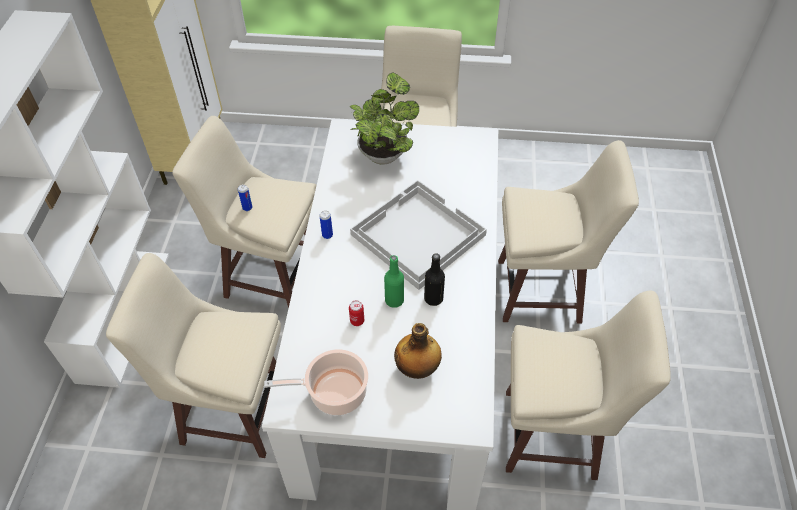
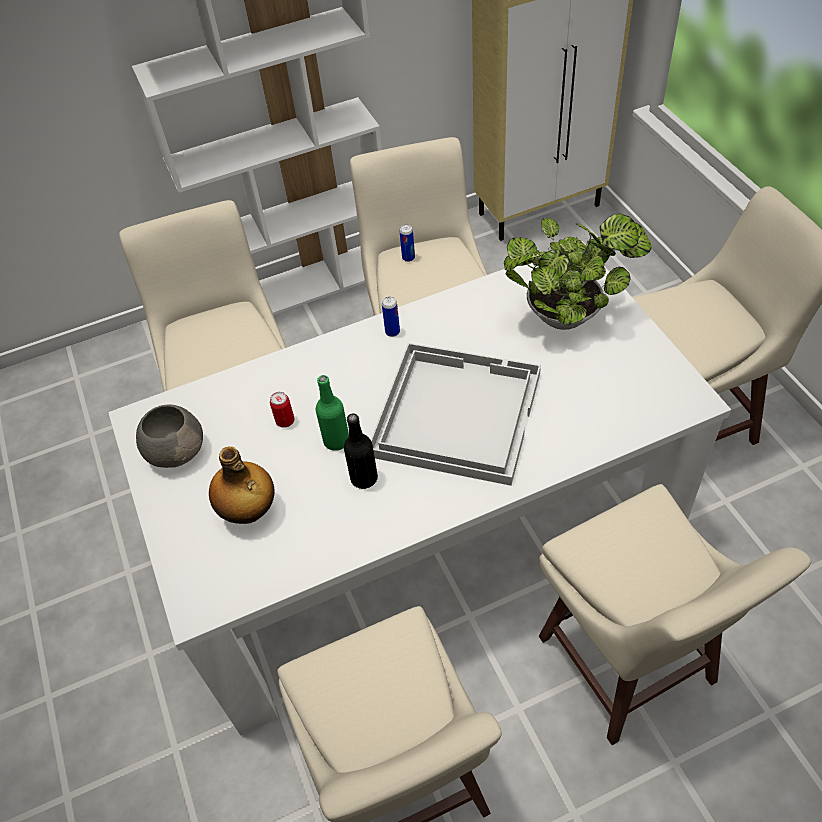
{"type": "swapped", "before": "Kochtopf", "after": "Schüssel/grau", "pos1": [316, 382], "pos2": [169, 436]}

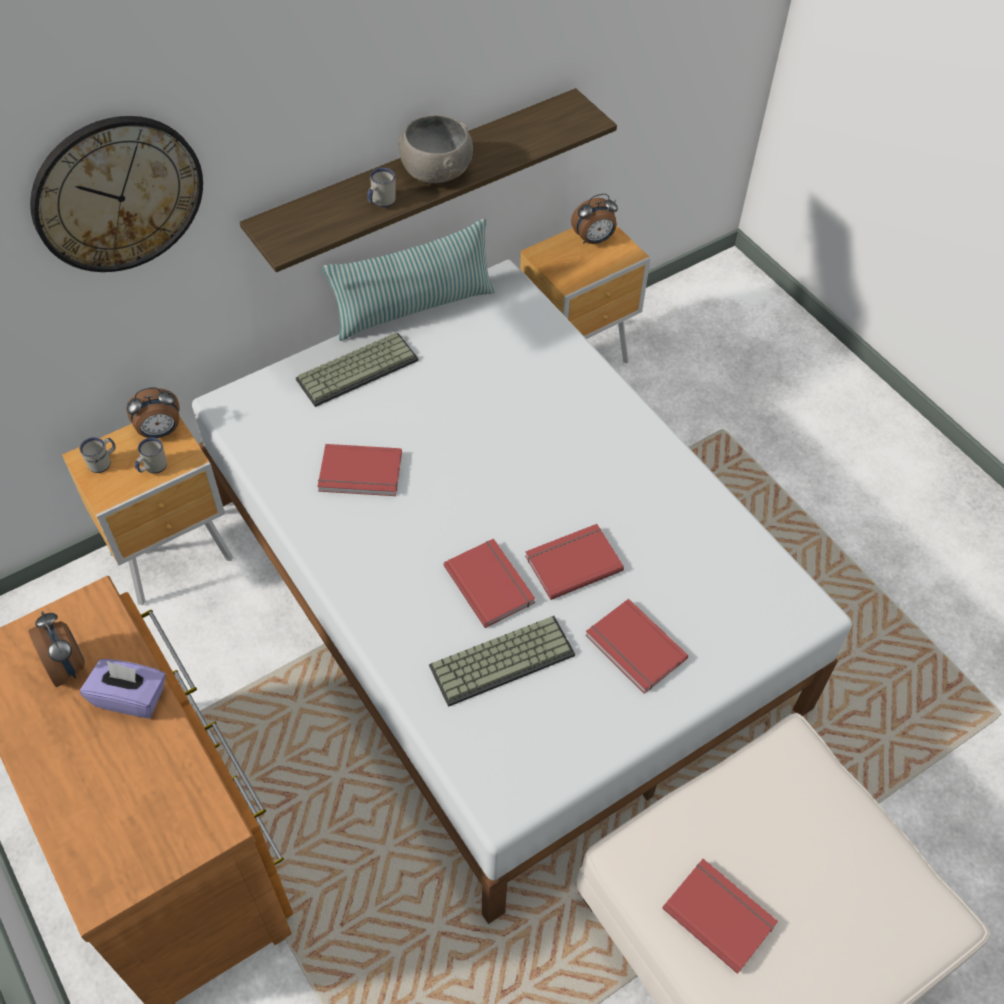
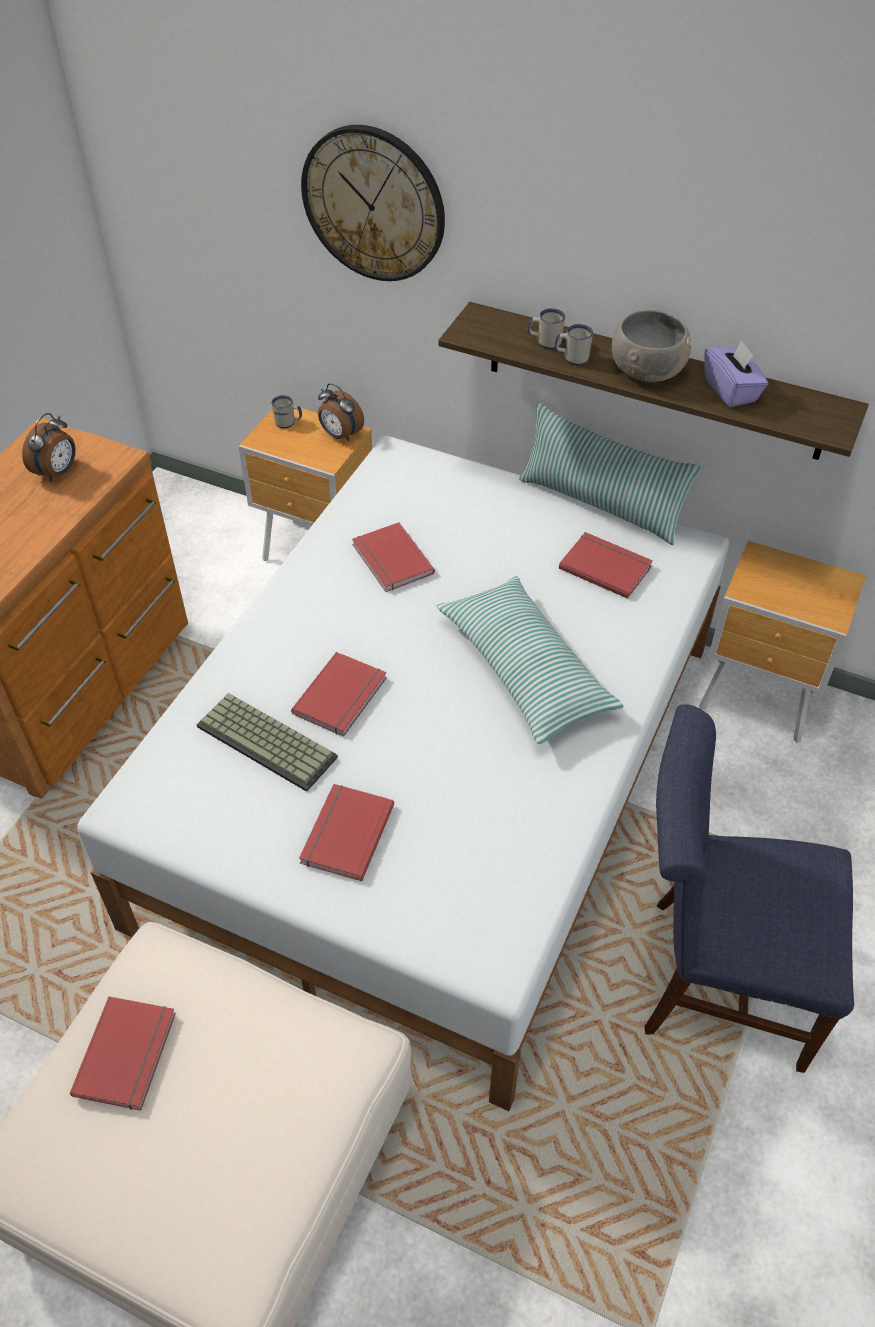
{"type": "gone", "before": "Wecker", "pos1": [594, 219]}
{"type": "gone", "before": "Tastatur", "pos1": [357, 370]}
{"type": "shifted", "before": "Henkelbecher/weiß", "pos1": [151, 455], "pos2": [546, 328]}
{"type": "shifted", "before": "Buch/rot", "pos1": [574, 562], "pos2": [606, 565]}
{"type": "shifted", "before": "Taschentuchbox/lila", "pos1": [123, 688], "pos2": [736, 373]}
{"type": "new", "after": "Kissen", "pos2": [530, 660]}
{"type": "new", "after": "Stuhl/blau", "pos2": [749, 888]}

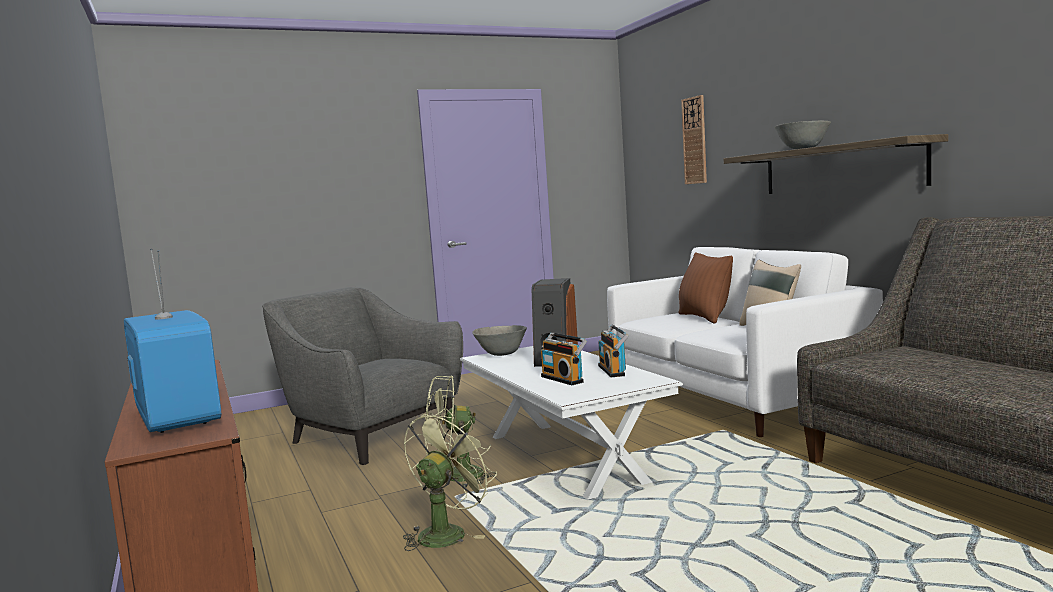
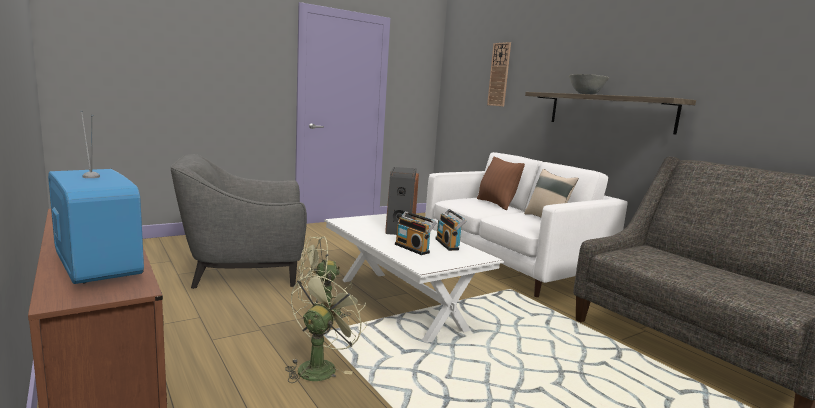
{"type": "rotated", "before": "Sessel/grau", "pos1": [362, 376], "pos2": [239, 221], "turn": -45}
{"type": "gone", "before": "Schüssel/grau", "pos1": [499, 340]}

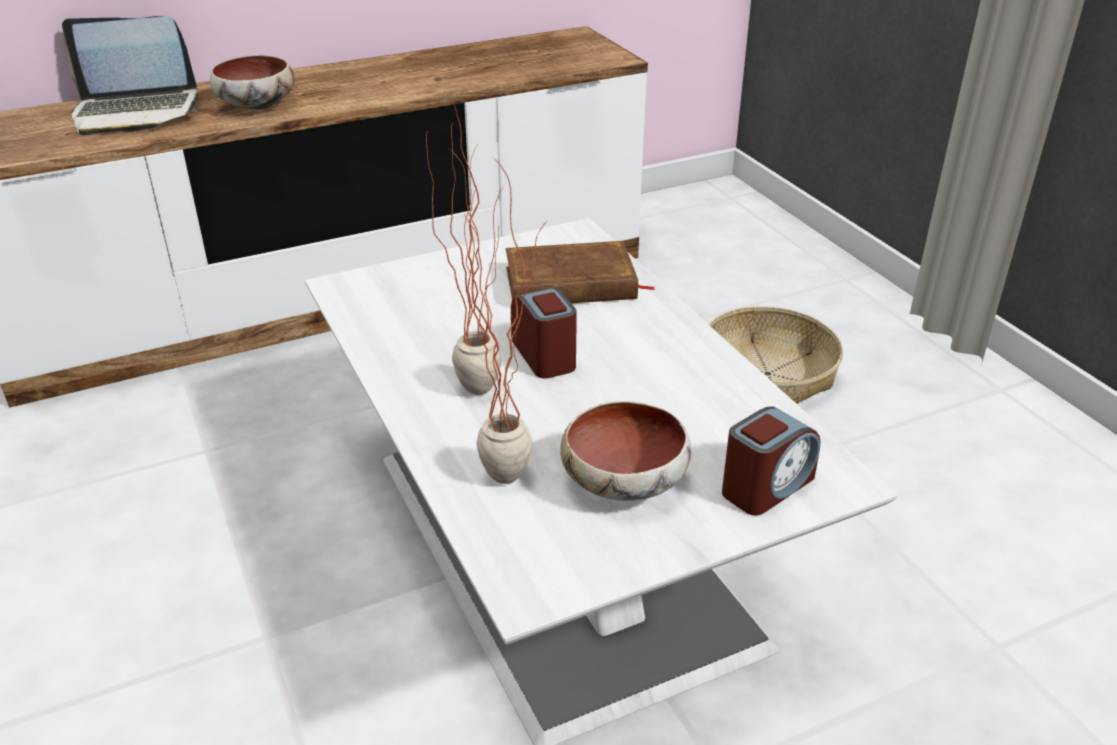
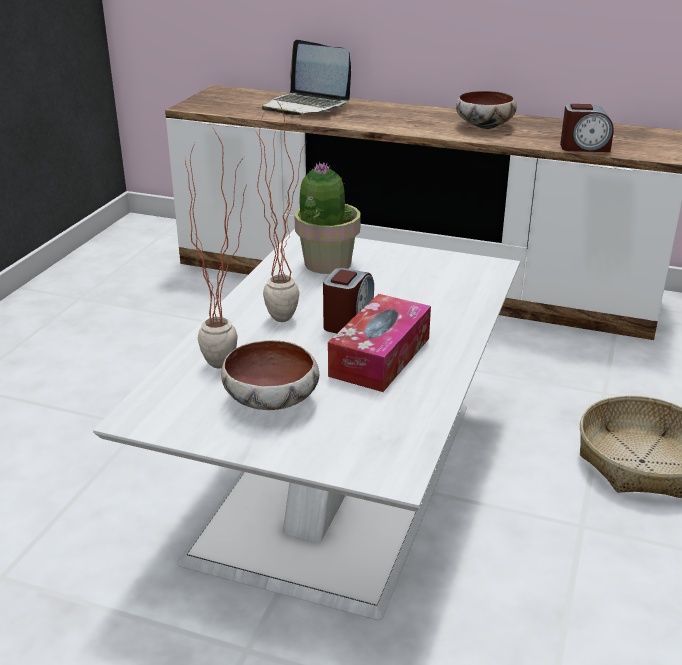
{"type": "shifted", "before": "Schüssel", "pos1": [252, 82], "pos2": [486, 110]}
{"type": "gone", "before": "Buch/braun", "pos1": [581, 272]}
{"type": "shifted", "before": "Wecker", "pos1": [771, 460], "pos2": [587, 128]}
{"type": "new", "after": "Topfpflanze", "pos2": [328, 217]}
{"type": "new", "after": "Taschentuchbox", "pos2": [379, 343]}

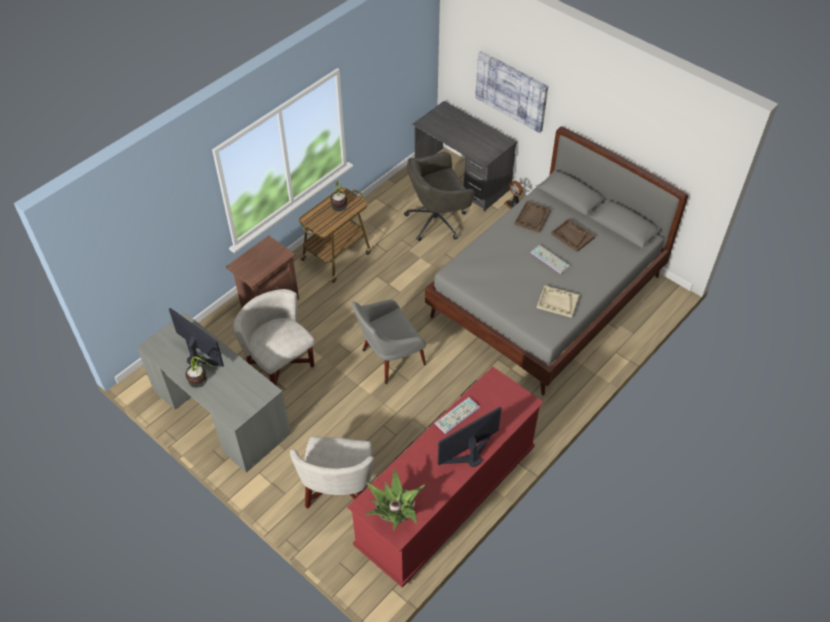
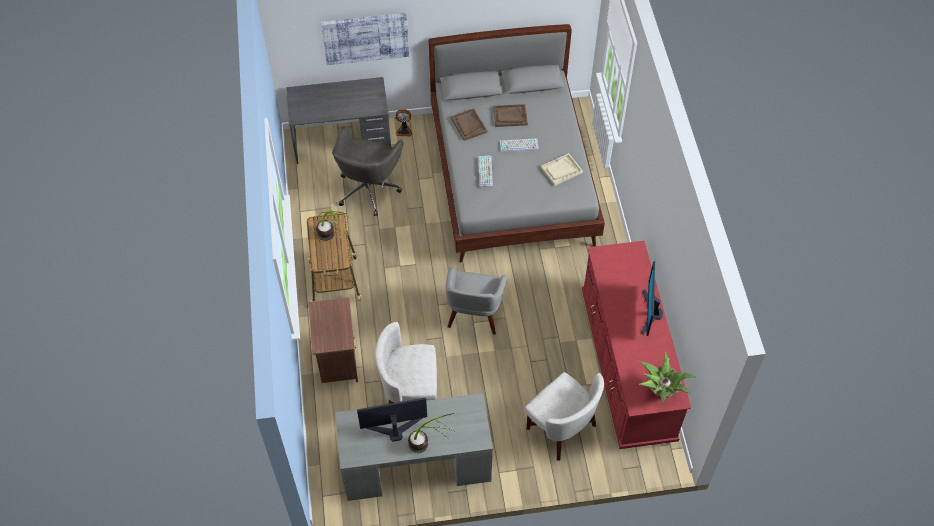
{"type": "shifted", "before": "Tastatur", "pos1": [457, 415], "pos2": [485, 171]}

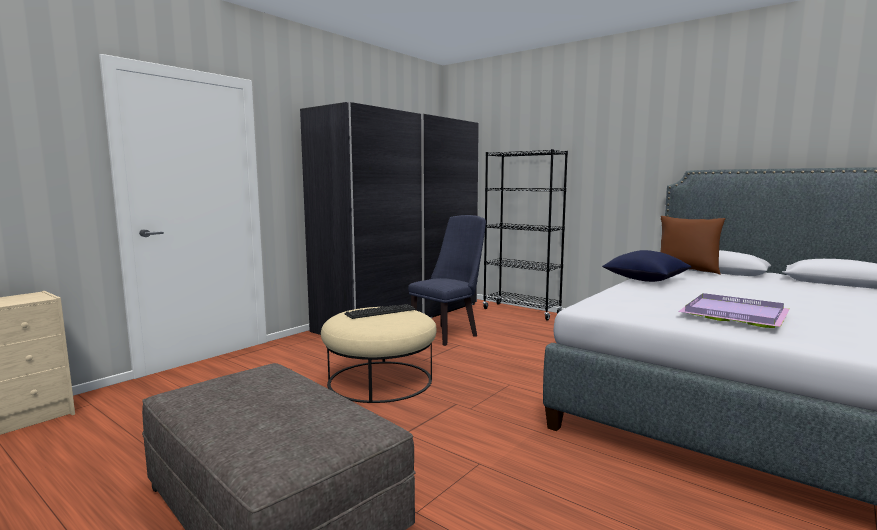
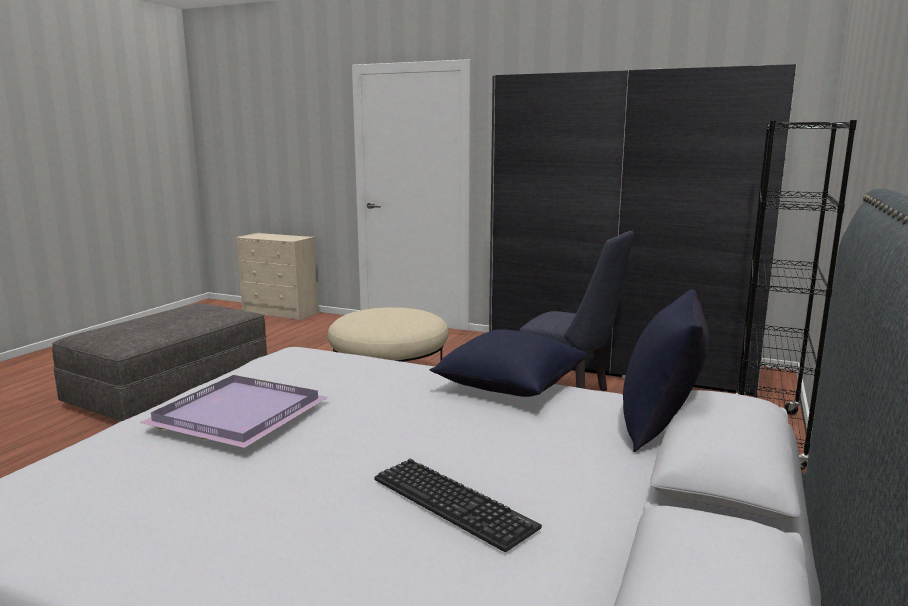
{"type": "repainted", "before": "Kissen/braun", "after": "Kissen/blau", "pos1": [693, 245], "pos2": [666, 370]}
{"type": "shifted", "before": "Tastatur", "pos1": [380, 311], "pos2": [458, 505]}

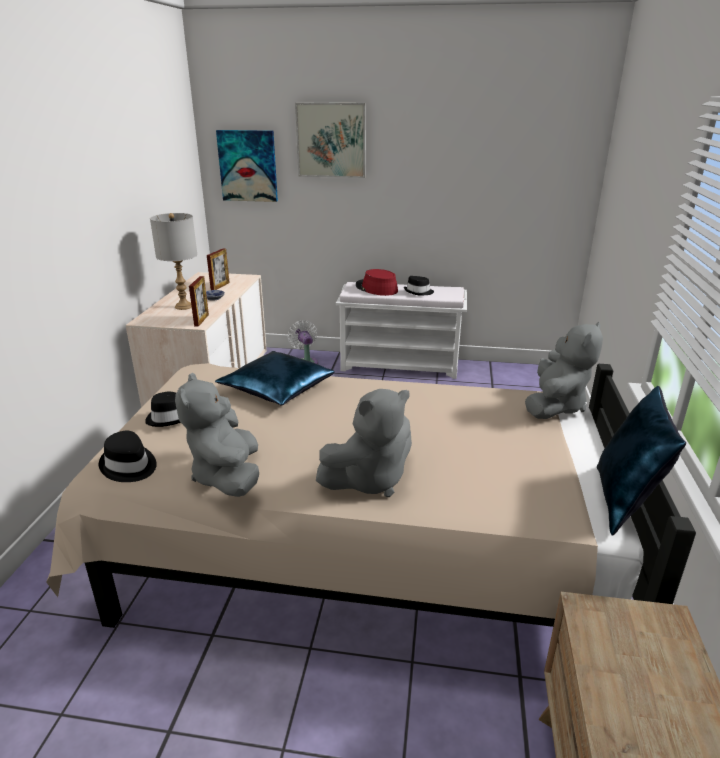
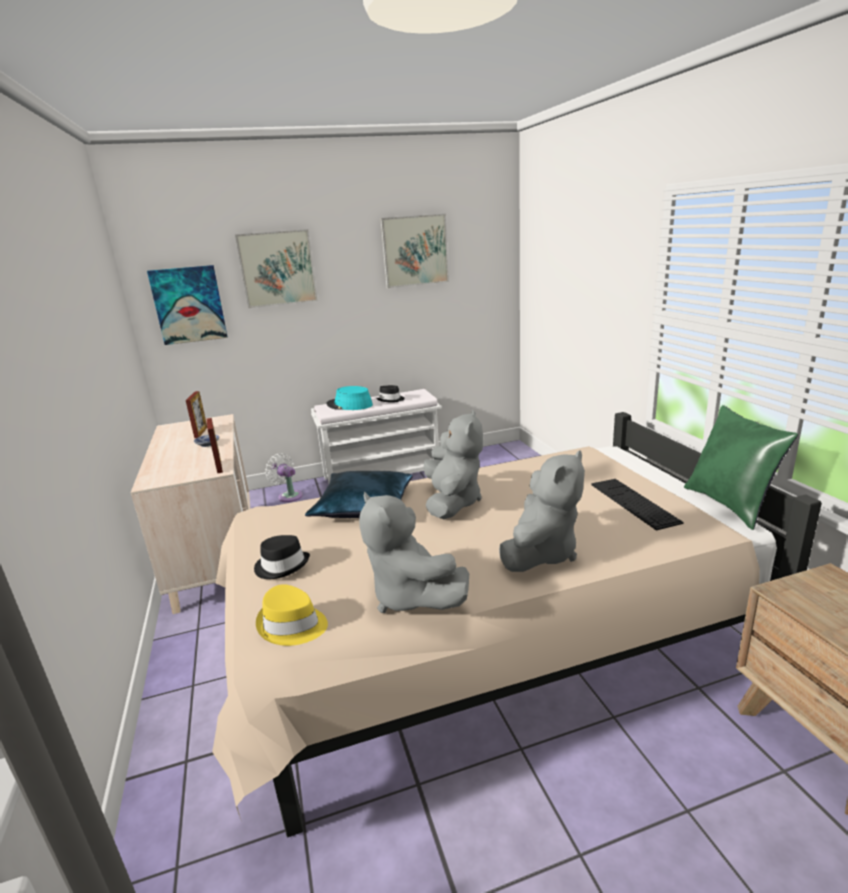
{"type": "gone", "before": "Tischlampe/grau", "pos1": [173, 261]}
{"type": "repainted", "before": "Hut/rot", "after": "Hut/türkis", "pos1": [377, 282], "pos2": [349, 398]}
{"type": "shifted", "before": "Plüschtier/grau", "pos1": [564, 370], "pos2": [453, 464]}
{"type": "repainted", "before": "Kissen/blau", "after": "Kissen/grün", "pos1": [641, 461], "pos2": [741, 467]}
{"type": "repainted", "before": "Hut/schwarz", "after": "Hut/gelb", "pos1": [128, 456], "pos2": [292, 615]}
{"type": "new", "after": "Bild", "pos2": [414, 251]}
{"type": "new", "after": "Tastatur", "pos2": [637, 504]}

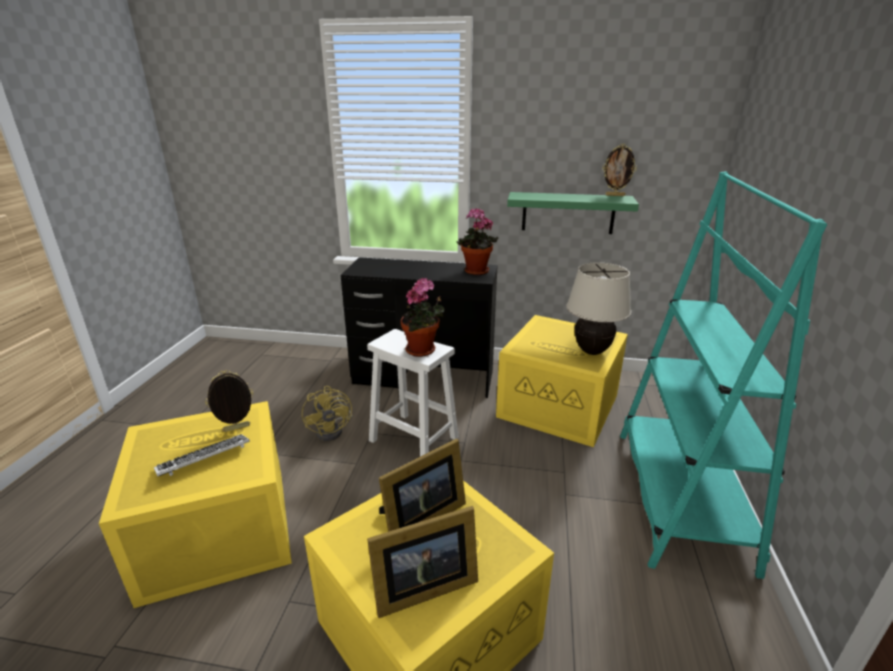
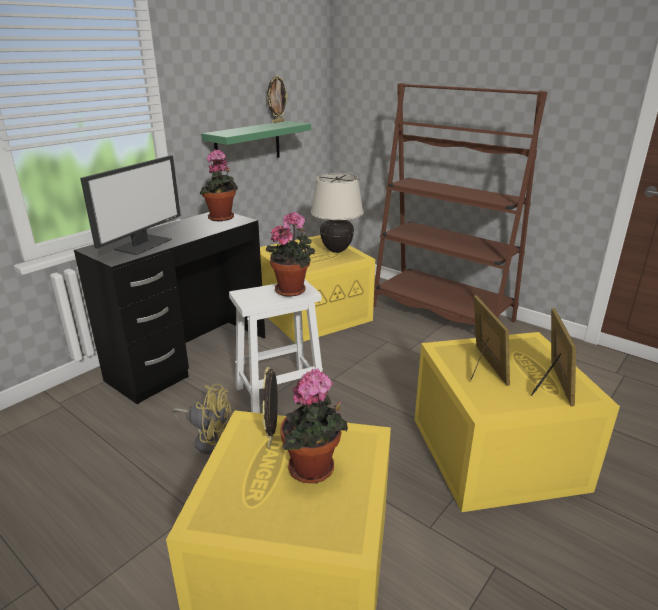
{"type": "repainted", "before": "Bücherregal/türkis", "after": "Bücherregal/braun", "pos1": [723, 375], "pos2": [460, 204]}
{"type": "swapped", "before": "Tastatur", "after": "Topfpflanze", "pos1": [202, 455], "pos2": [314, 425]}
{"type": "new", "after": "Monitor", "pos2": [130, 205]}

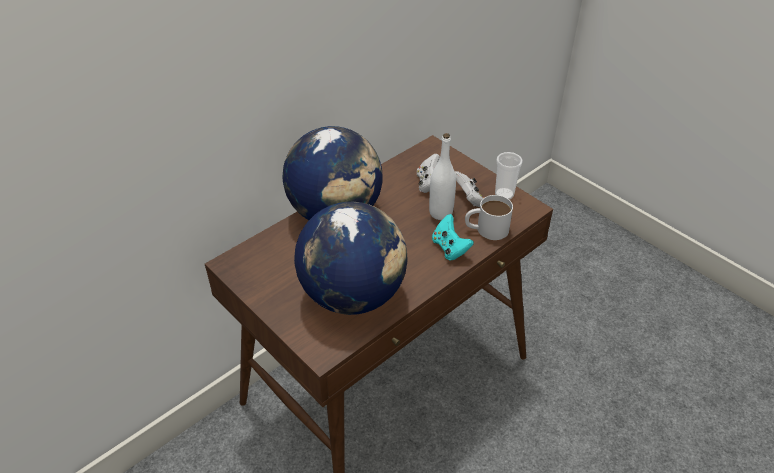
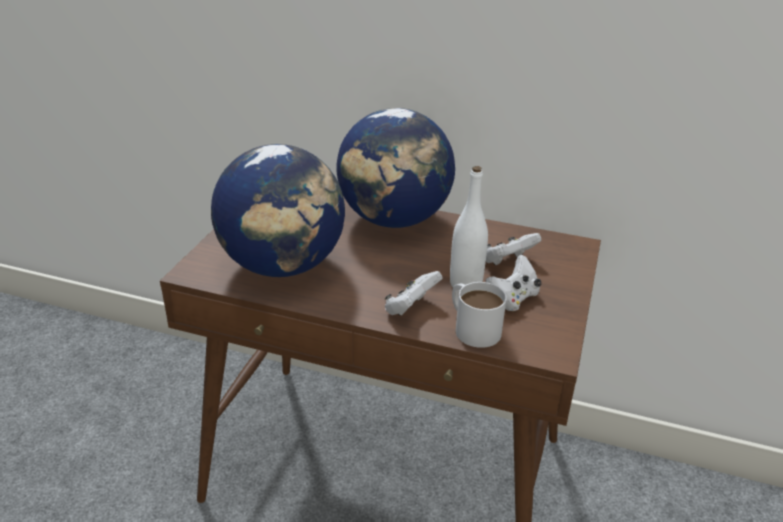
{"type": "gone", "before": "Tasse", "pos1": [509, 176]}
{"type": "repainted", "before": "Gamepad/türkis", "after": "Gamepad/weiß", "pos1": [453, 237], "pos2": [413, 293]}

